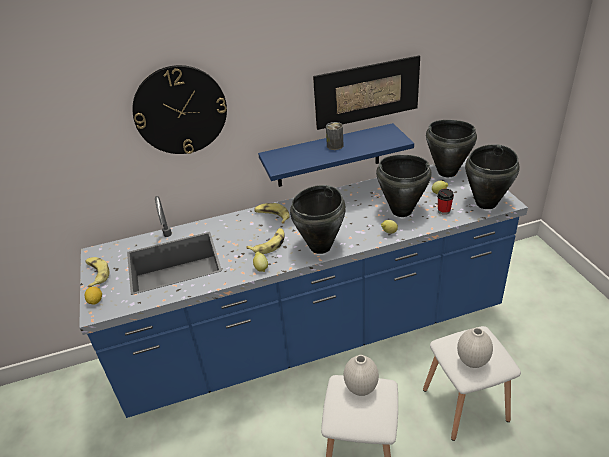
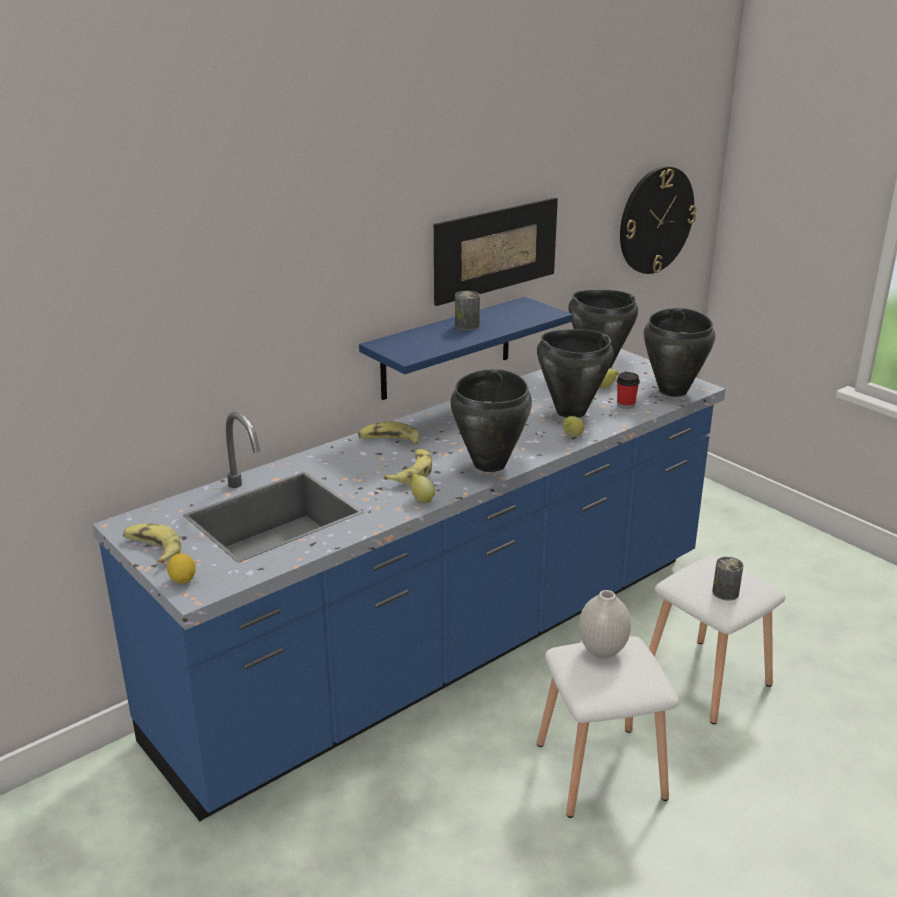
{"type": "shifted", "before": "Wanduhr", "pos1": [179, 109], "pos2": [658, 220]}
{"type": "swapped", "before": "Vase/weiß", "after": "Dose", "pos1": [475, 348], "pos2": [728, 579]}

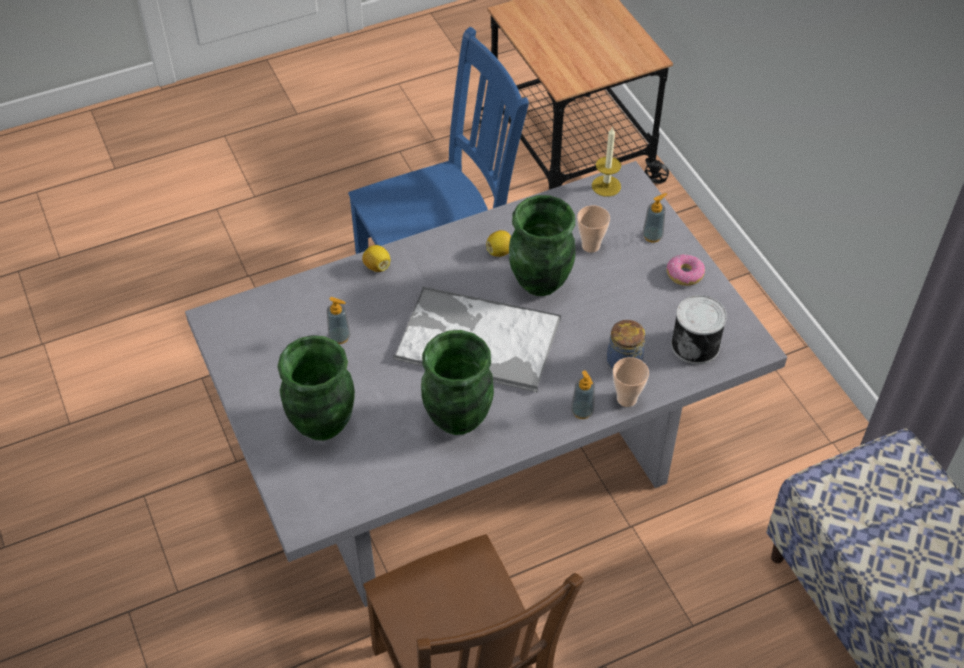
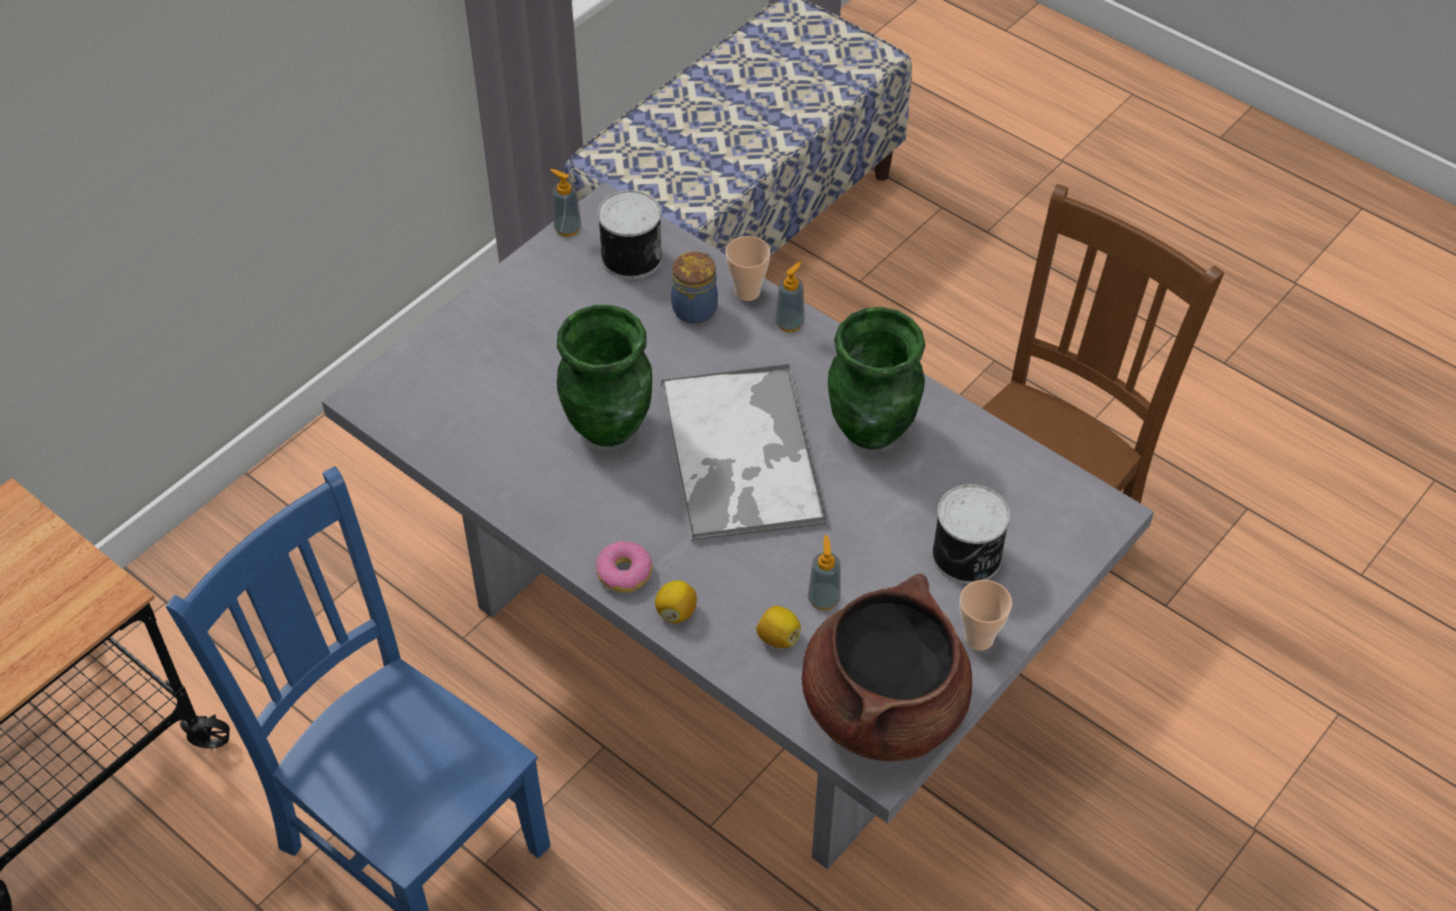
{"type": "gone", "before": "Kerze", "pos1": [606, 161]}
{"type": "shifted", "before": "Seifenspender", "pos1": [655, 217], "pos2": [565, 203]}
{"type": "shifted", "before": "Tasse", "pos1": [593, 229], "pos2": [986, 615]}
{"type": "shifted", "before": "Zitrone", "pos1": [498, 243], "pos2": [778, 627]}
{"type": "shifted", "before": "Donut", "pos1": [685, 270], "pos2": [624, 567]}
{"type": "swapped", "before": "Vase/grün", "after": "Dose", "pos1": [316, 388], "pos2": [971, 534]}
{"type": "new", "after": "Kochtopf/braun", "pos2": [887, 667]}

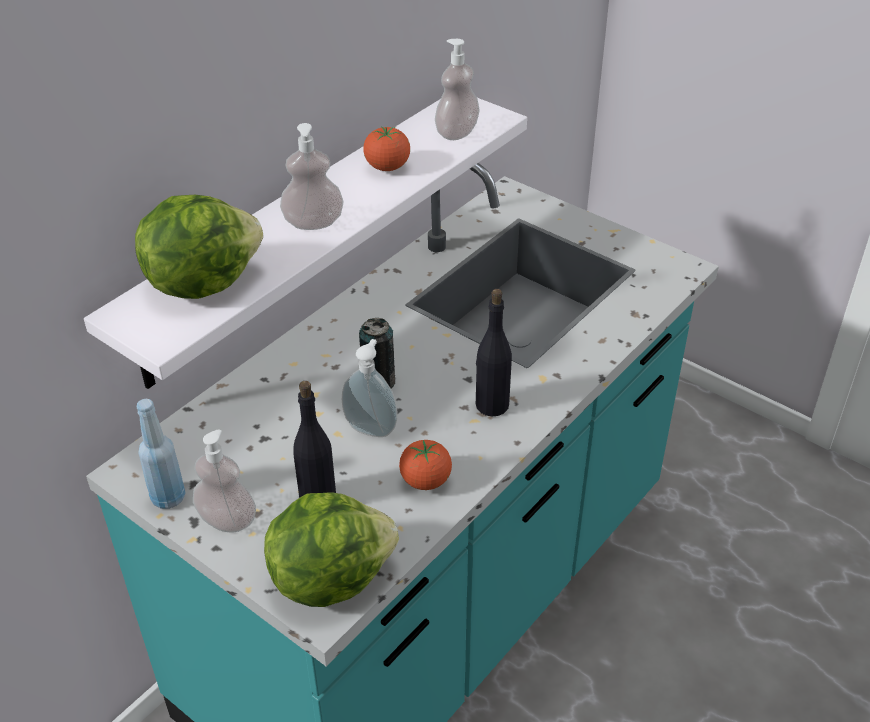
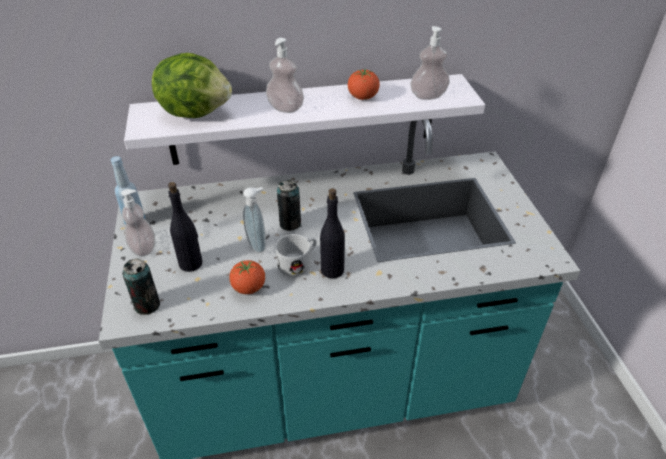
{"type": "swapped", "before": "Salatkopf", "after": "Dose", "pos1": [331, 549], "pos2": [141, 286]}
{"type": "new", "after": "Henkelbecher/weiß", "pos2": [296, 255]}

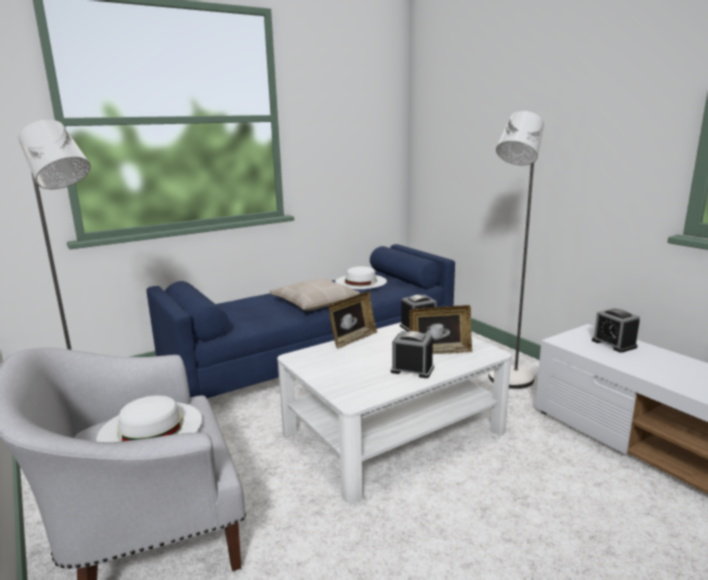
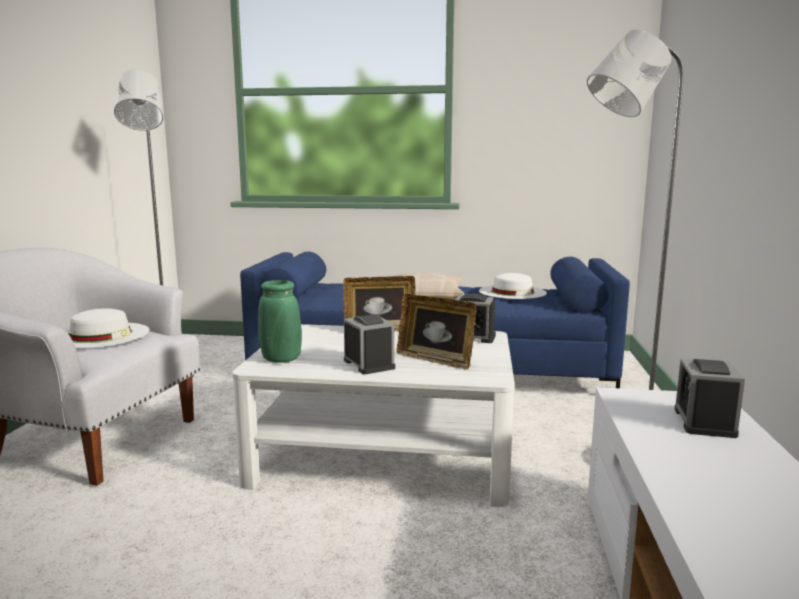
{"type": "new", "after": "Vase/grün", "pos2": [280, 321]}

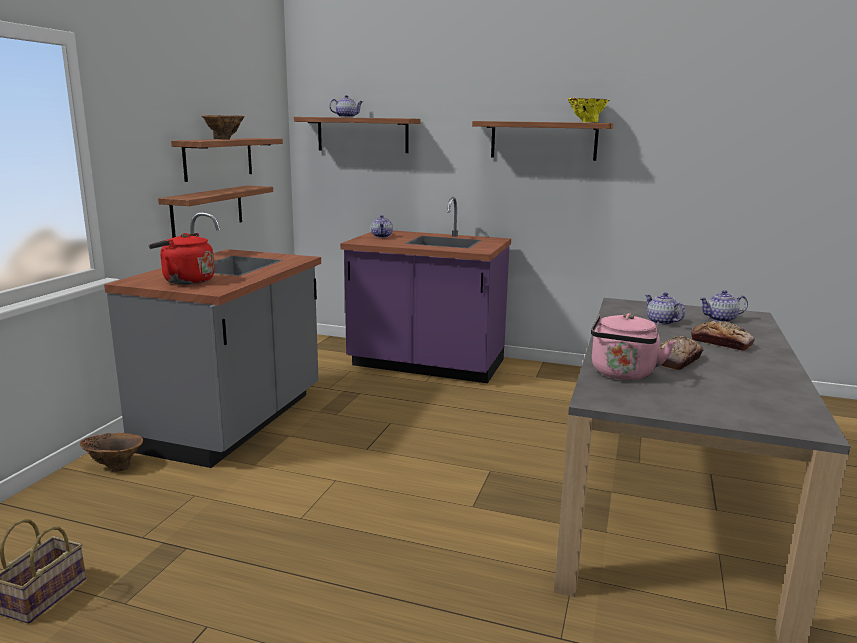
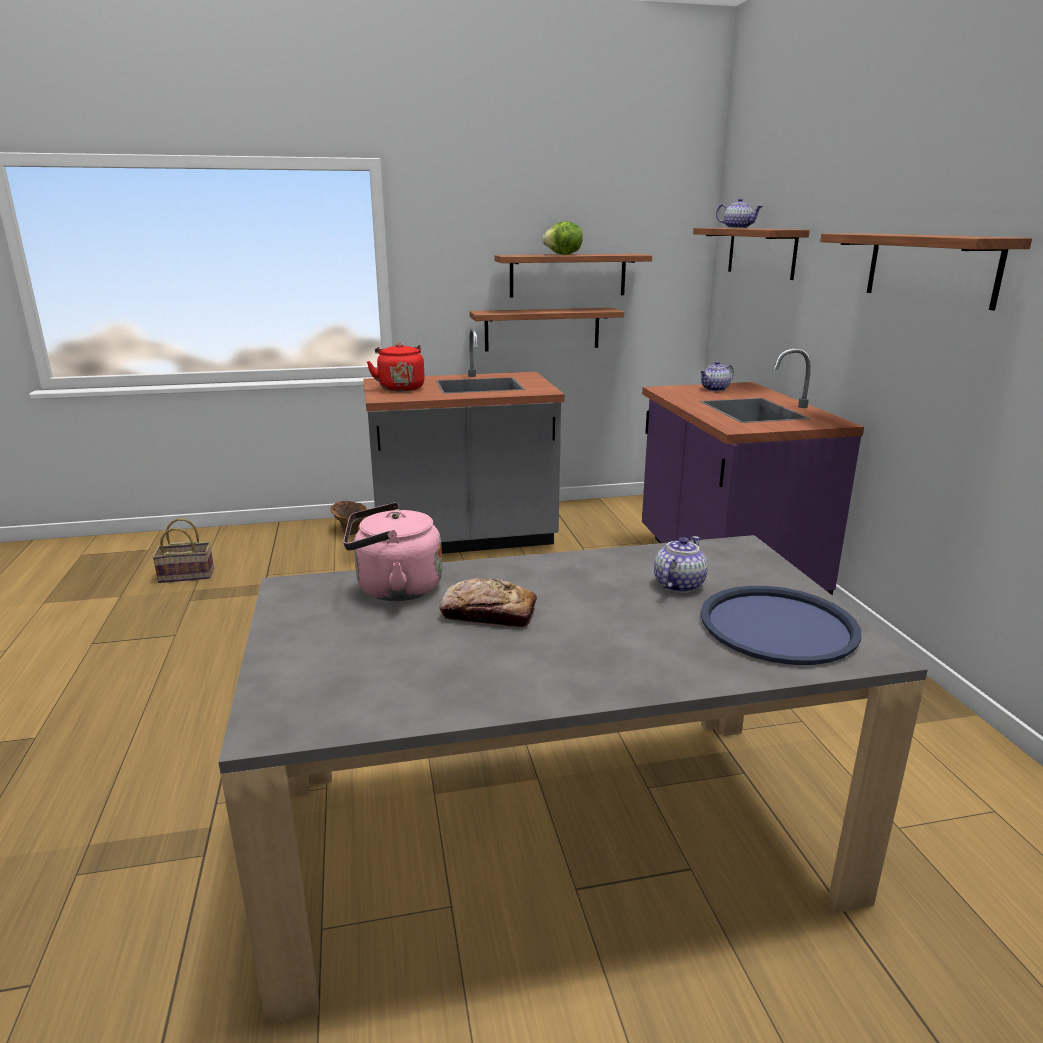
{"type": "gone", "before": "Vase/gelb", "pos1": [589, 110]}
{"type": "swapped", "before": "Vase/braun", "after": "Salatkopf", "pos1": [223, 127], "pos2": [562, 238]}
{"type": "swapped", "before": "Teekanne", "after": "Tablett/blau", "pos1": [723, 306], "pos2": [781, 625]}
{"type": "gone", "before": "Brot", "pos1": [723, 336]}

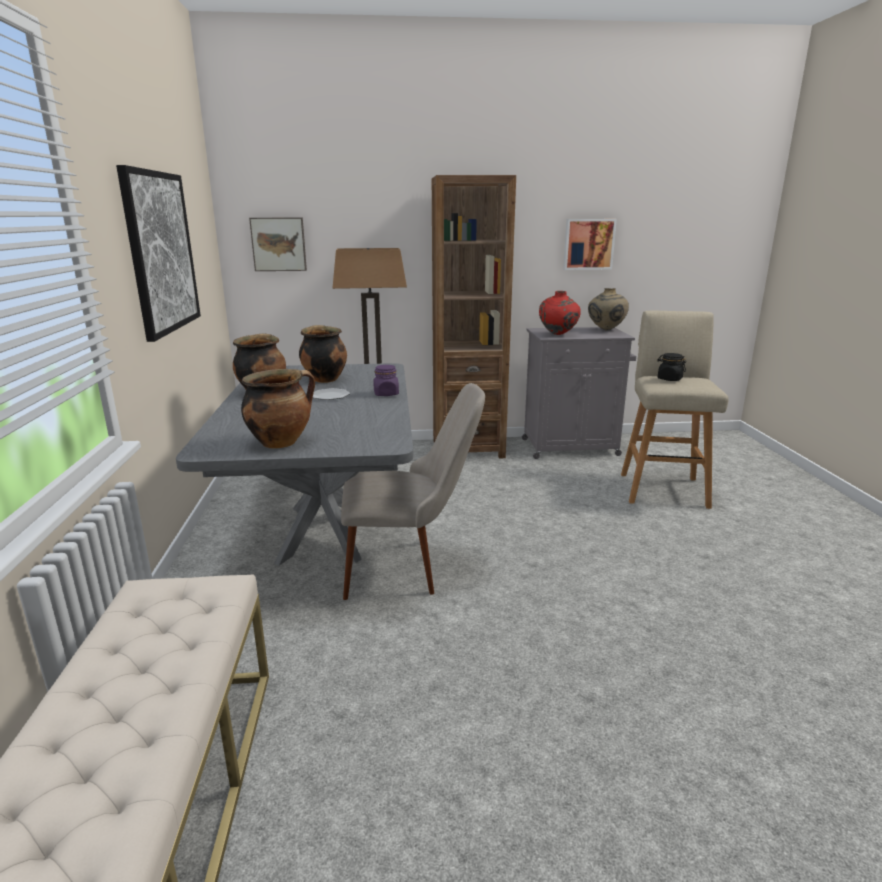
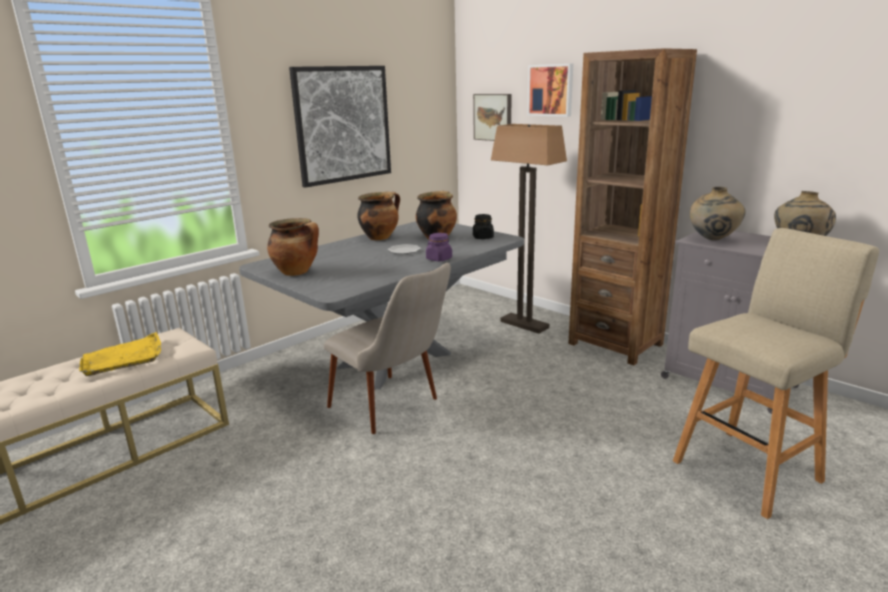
{"type": "shifted", "before": "Bild", "pos1": [590, 244], "pos2": [550, 90]}
{"type": "repainted", "before": "Vase/rot", "after": "Vase/beige", "pos1": [560, 313], "pos2": [717, 214]}
{"type": "shifted", "before": "Vorratsglas/schwarz", "pos1": [671, 367], "pos2": [483, 226]}
{"type": "new", "after": "Tablett/gelb", "pos2": [120, 354]}

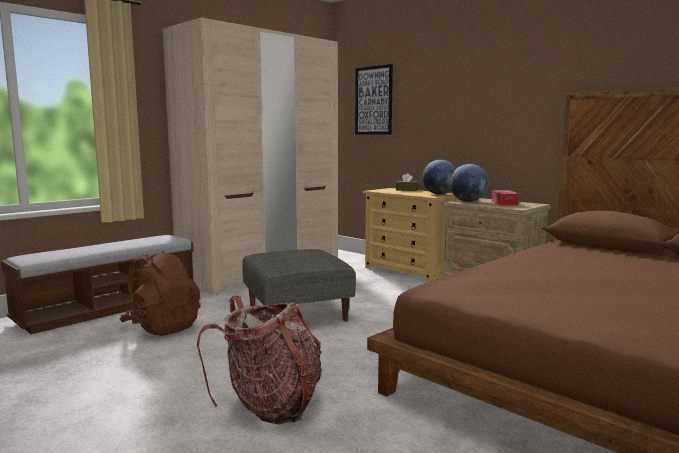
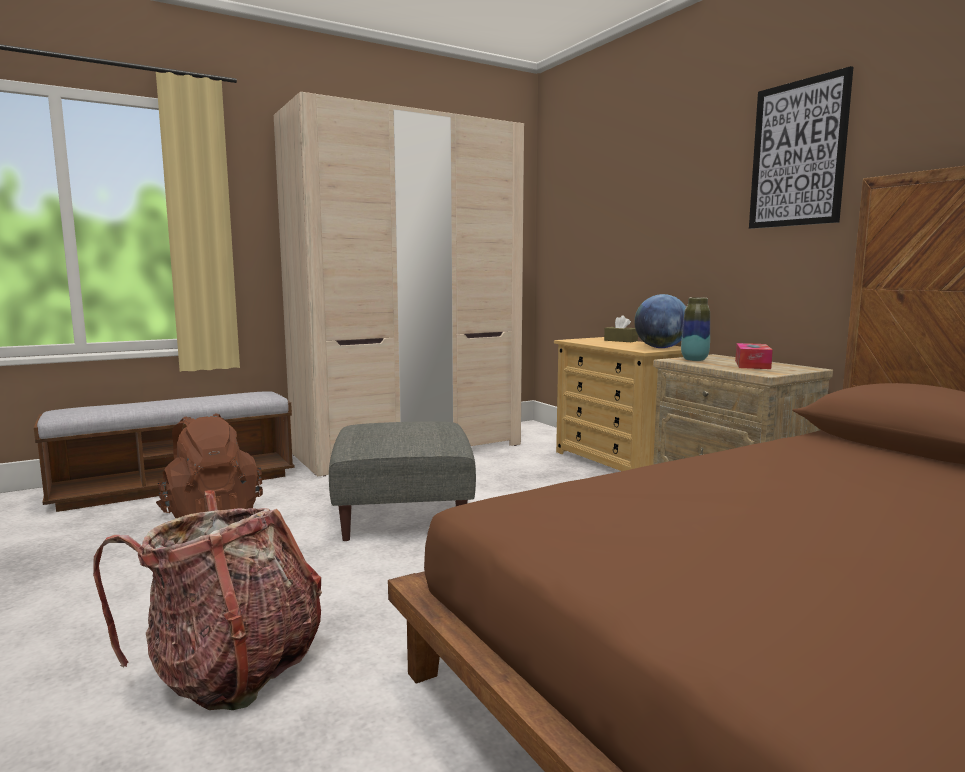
{"type": "shifted", "before": "Bild", "pos1": [374, 99], "pos2": [801, 147]}
{"type": "swapped", "before": "Globus", "after": "Vase", "pos1": [469, 183], "pos2": [695, 329]}

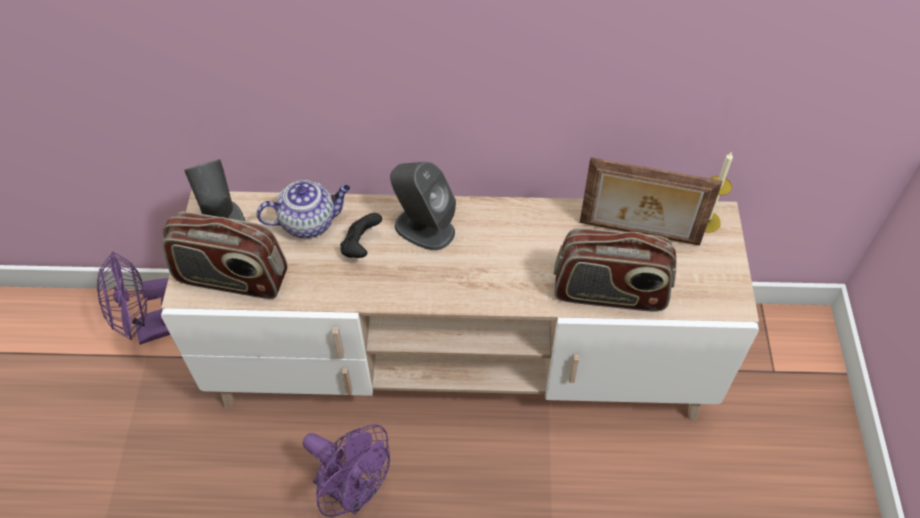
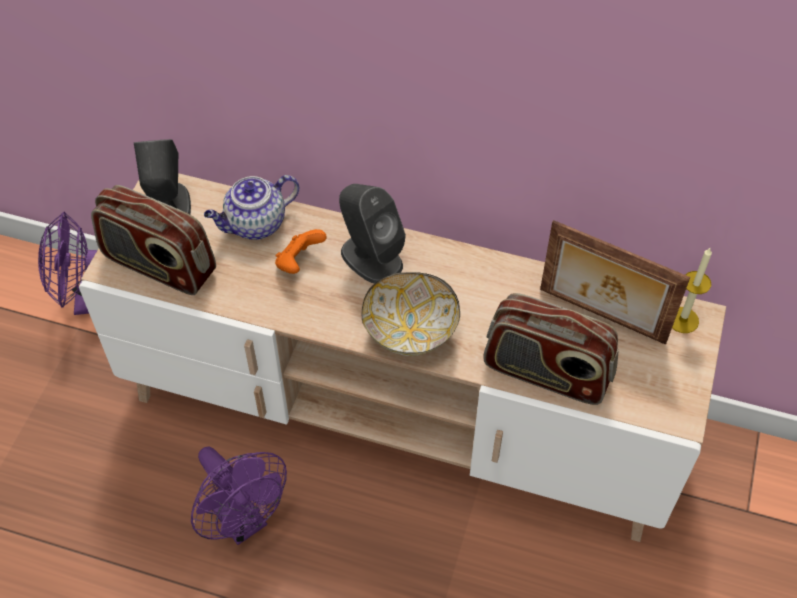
{"type": "rotated", "before": "Teekanne", "pos1": [303, 209], "pos2": [251, 207], "turn": 150}
{"type": "repainted", "before": "Gamepad/schwarz", "after": "Gamepad/orange", "pos1": [361, 235], "pos2": [301, 251]}
{"type": "new", "after": "Schüssel", "pos2": [411, 314]}

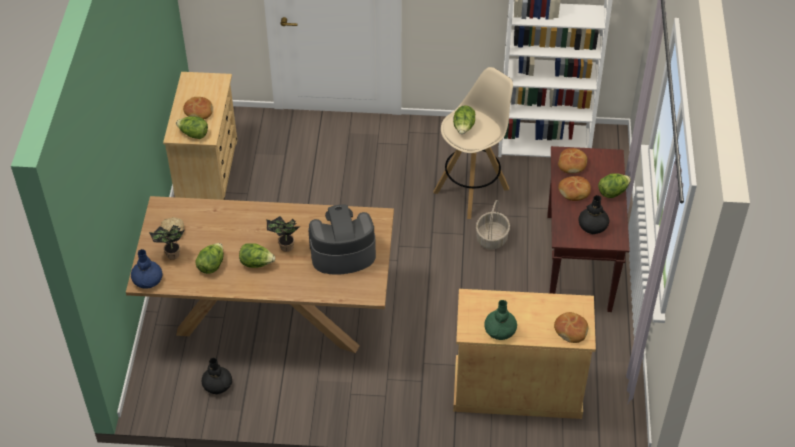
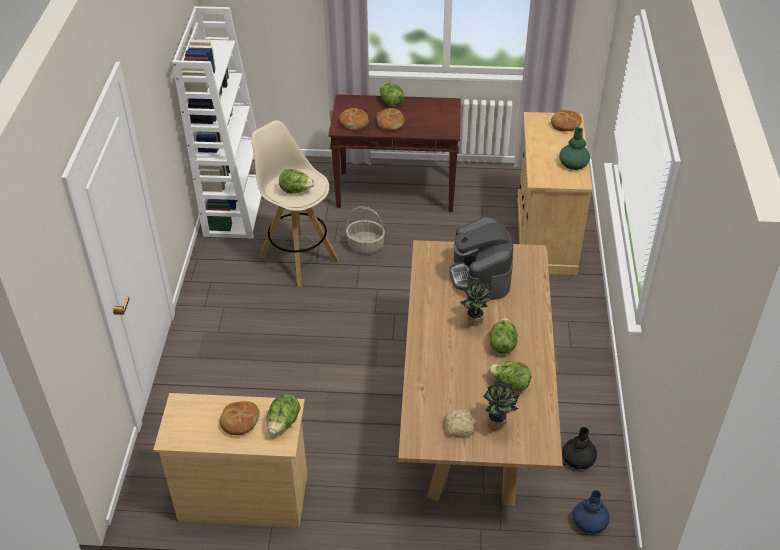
{"type": "gone", "before": "Vase/schwarz", "pos1": [594, 215]}
{"type": "shifted", "before": "Vase/blau", "pos1": [147, 269], "pos2": [591, 512]}

